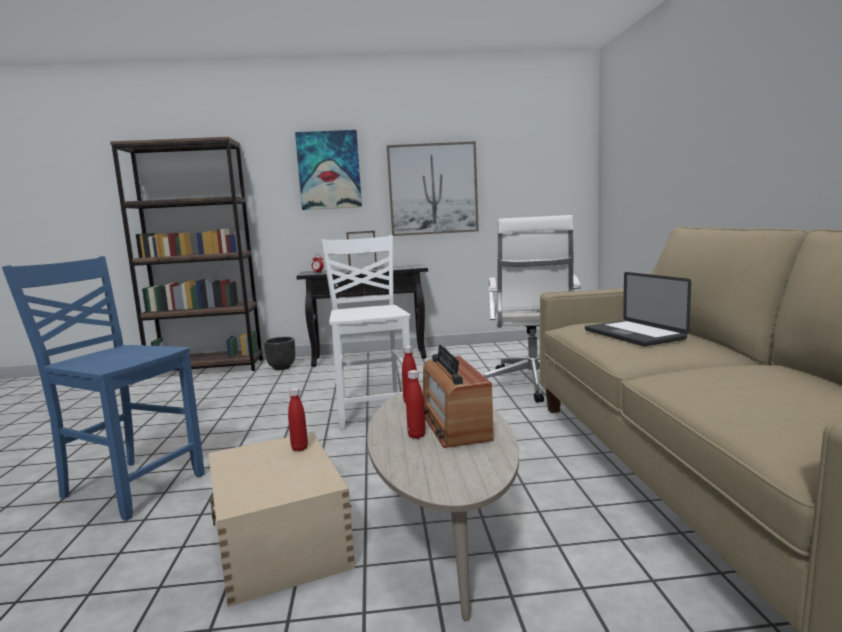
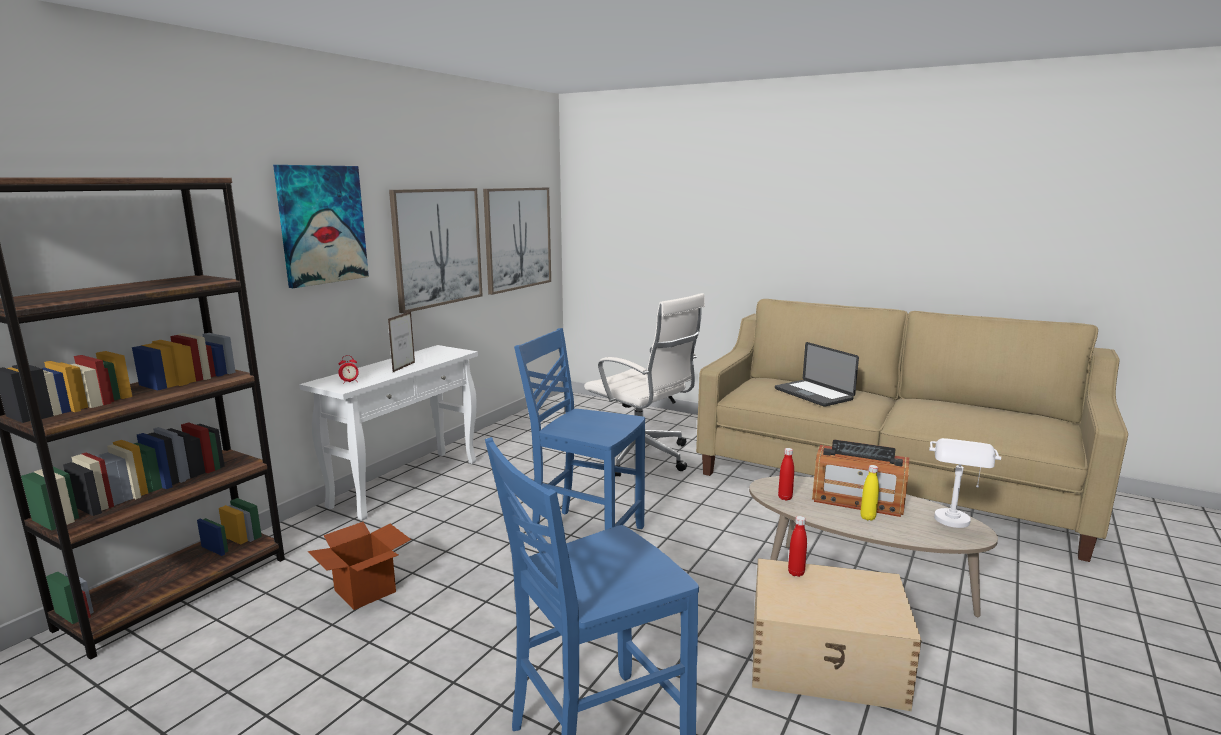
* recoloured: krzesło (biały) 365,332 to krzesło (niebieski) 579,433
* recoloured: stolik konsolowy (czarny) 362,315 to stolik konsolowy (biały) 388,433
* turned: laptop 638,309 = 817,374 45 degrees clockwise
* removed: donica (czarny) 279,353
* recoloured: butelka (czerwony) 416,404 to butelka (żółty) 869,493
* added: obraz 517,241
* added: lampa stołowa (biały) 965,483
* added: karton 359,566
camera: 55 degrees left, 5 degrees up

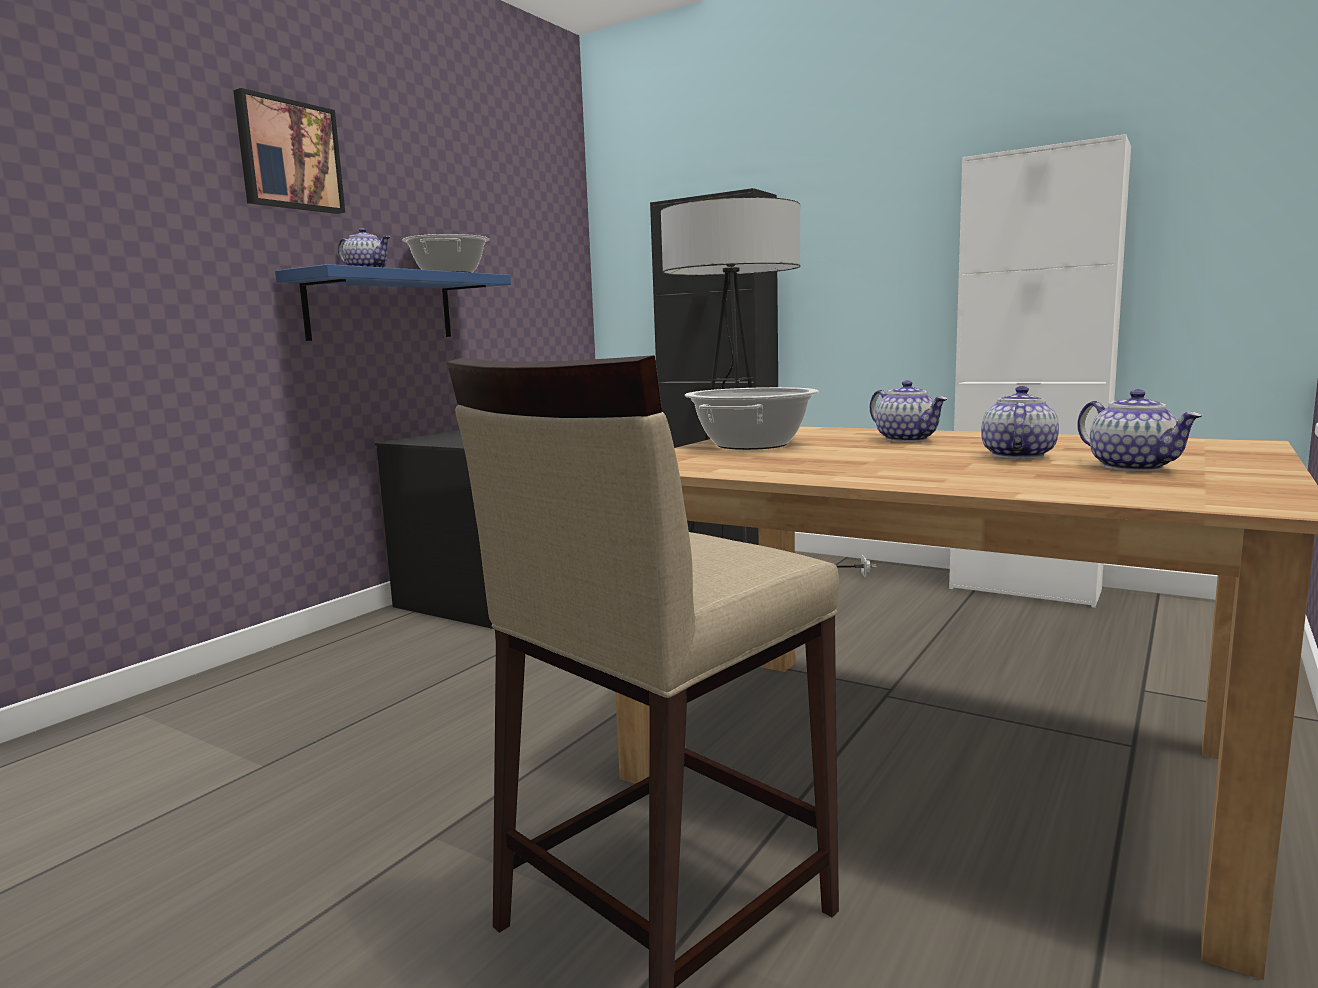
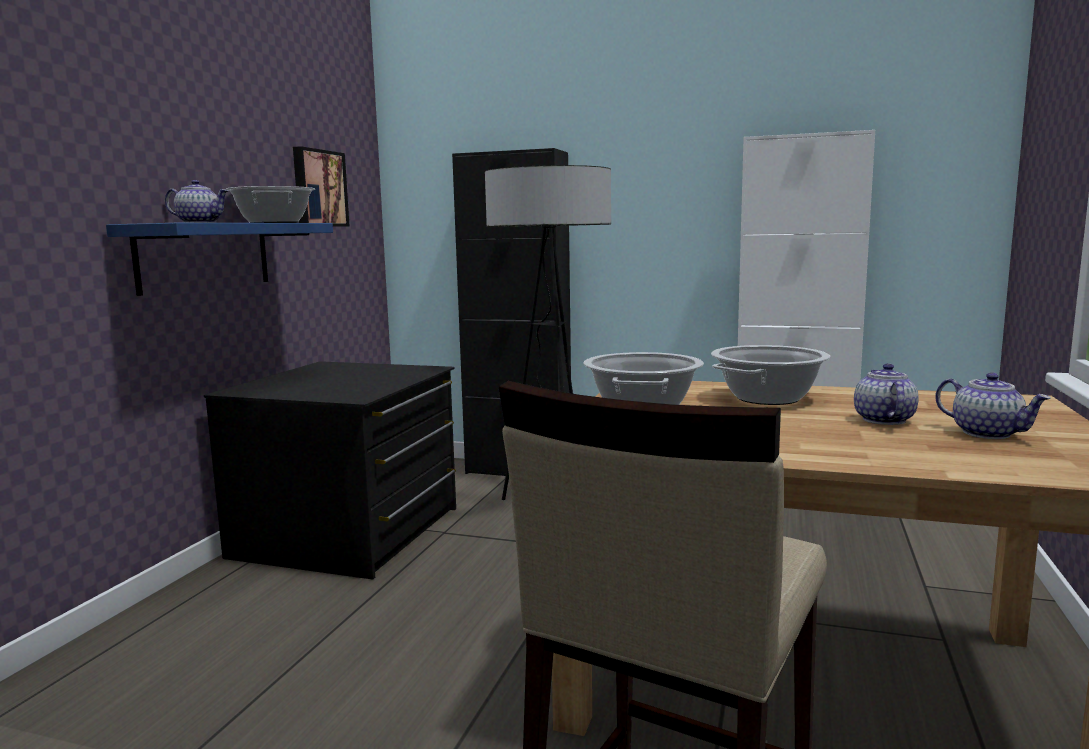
* moved: obraz 289,151 to 321,186
* replaced: imbryk 908,411 to garnek 770,375
camera: 15 degrees left, 0 degrees up

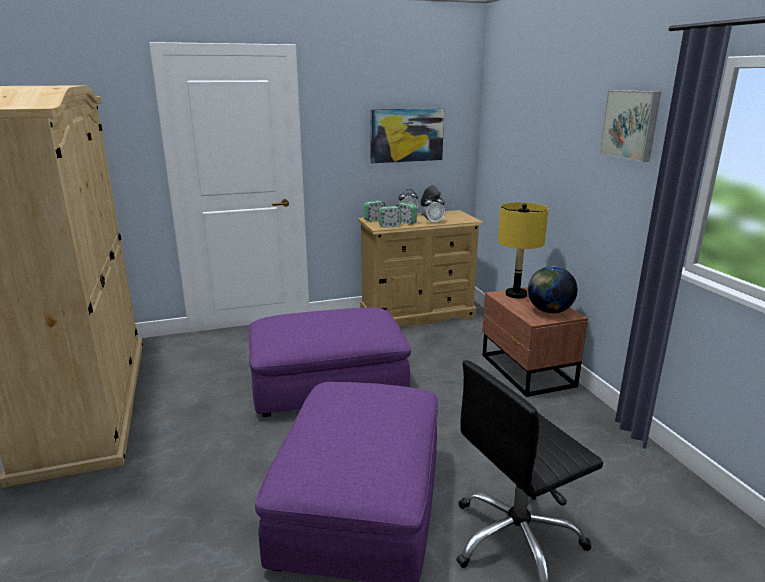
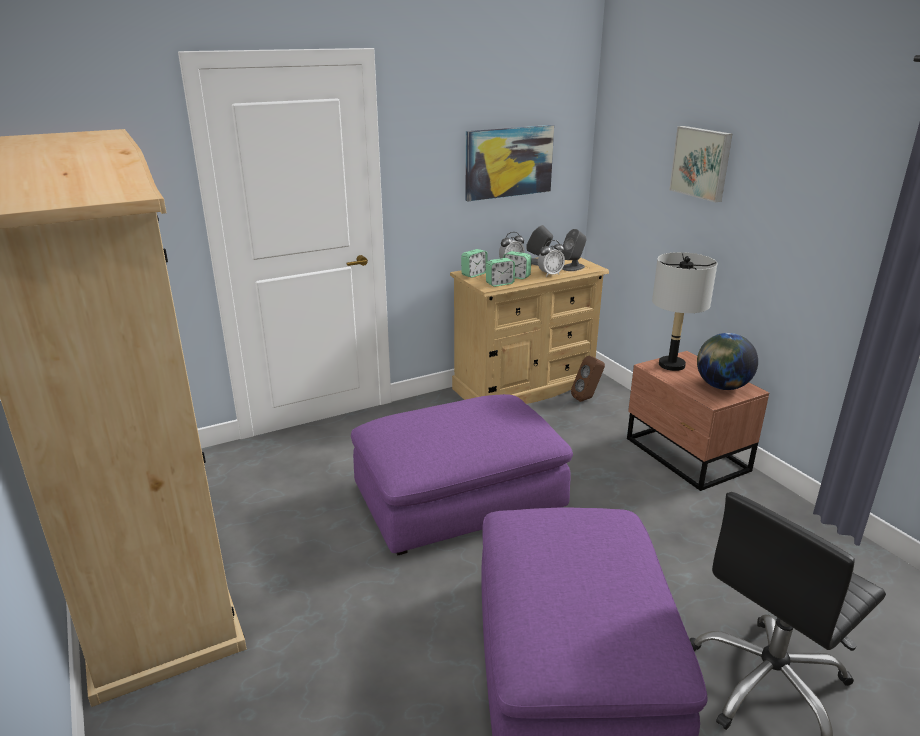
* moved: obraz 630,126 to 700,164
* recoloured: lampa stołowa (żółty) 523,250 to lampa stołowa (szary) 684,311
* added: głośnik (szary) 574,250
* added: głośnik (brązowy) 588,379
camera: 10 degrees left, 5 degrees up

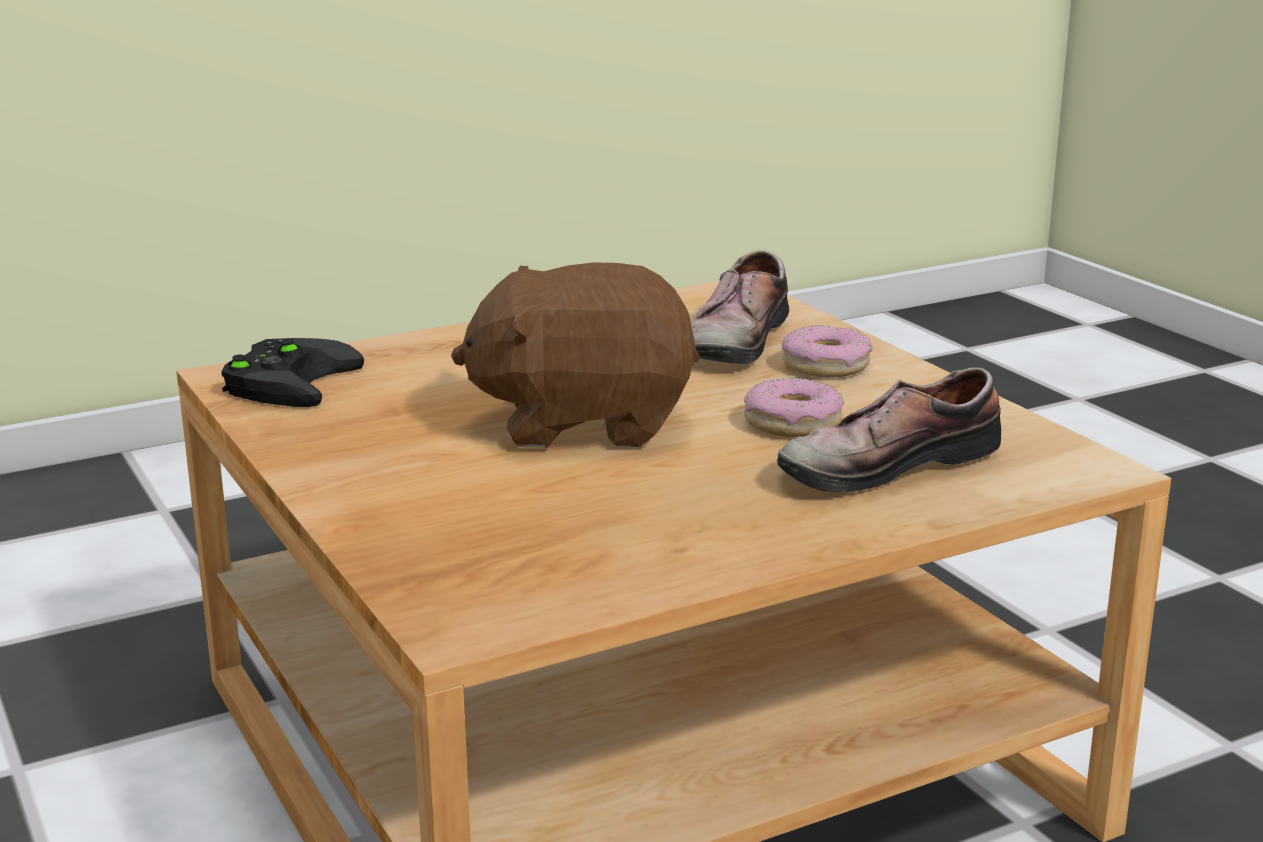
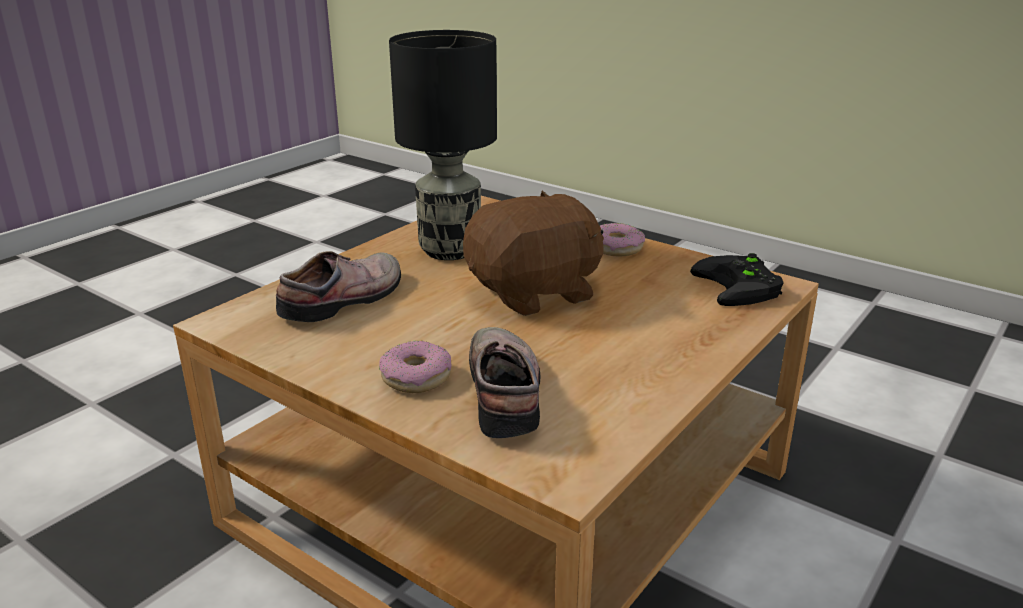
* moved: donut 794,407 to 622,239
* added: lampa stołowa (czarny) 443,145
camera: 155 degrees right, 5 degrees up

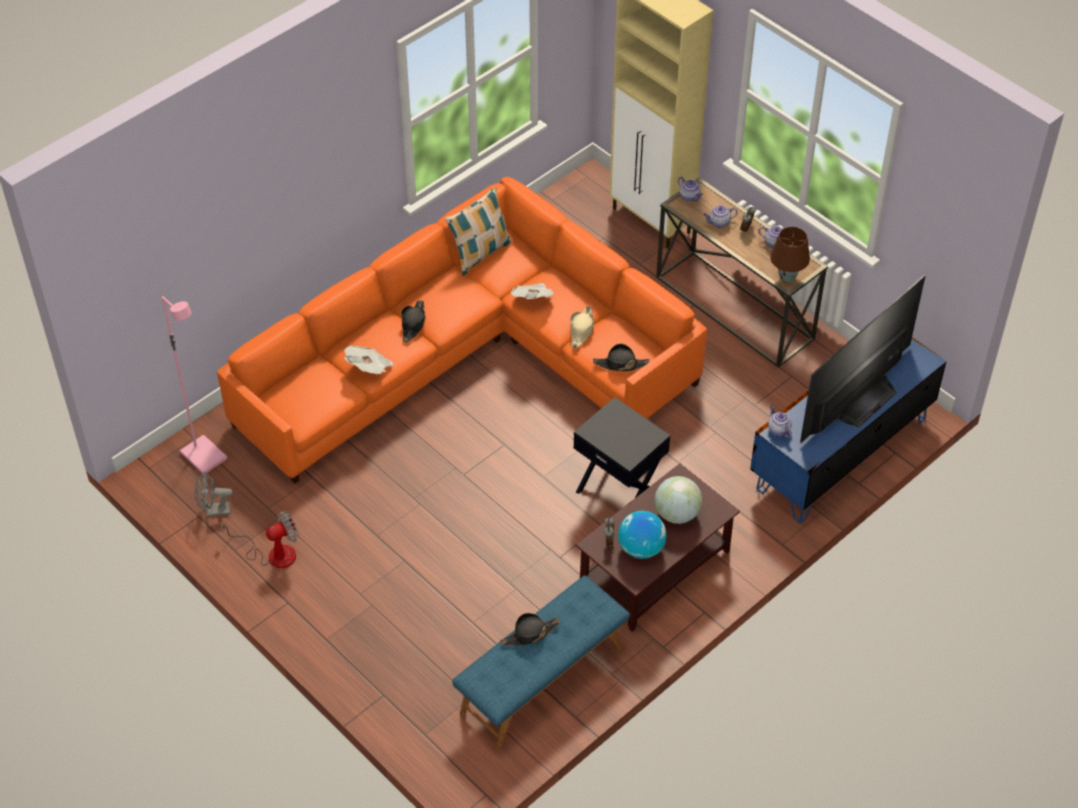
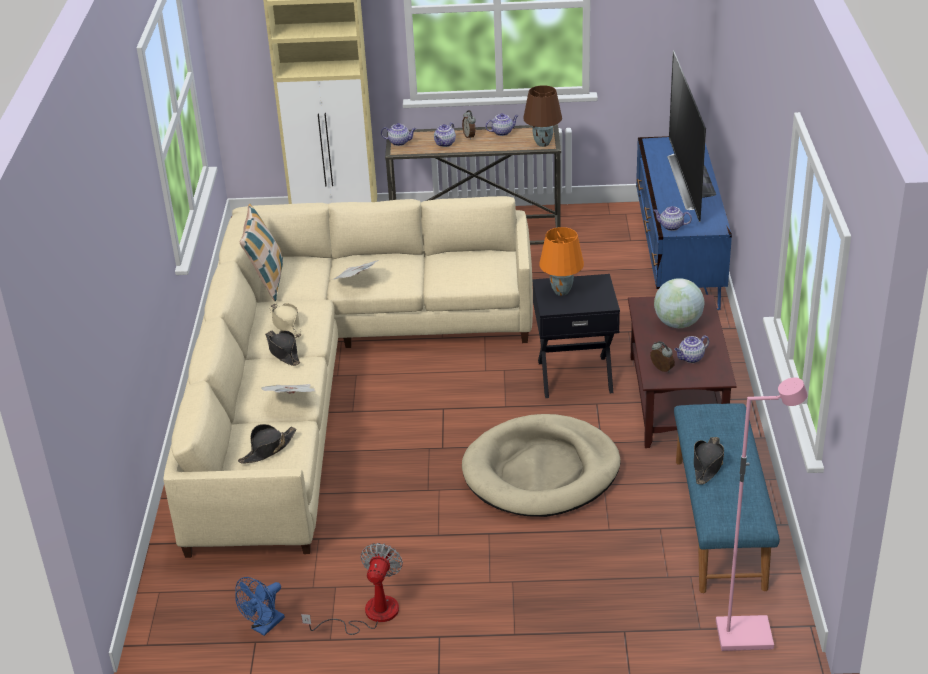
* recoloured: kanapa (pomarańczowy) 462,330 to kanapa (beżowy) 348,377
* moved: lampa stojąca (różowy) 194,385 to 762,514
* moved: kapelusz (beżowy) 582,327 to 285,320
* moved: kapelusz (czarny) 621,357 to 267,444
* recoloured: wentylator (szary) 213,494 to wentylator (niebieski) 260,606
* replaced: globus 642,534 to imbryk 691,349
* added: lampa stołowa (pomarańczowy) 561,261
* added: legowisko (beżowy) 541,465
camera: 45 degrees left, 15 degrees down

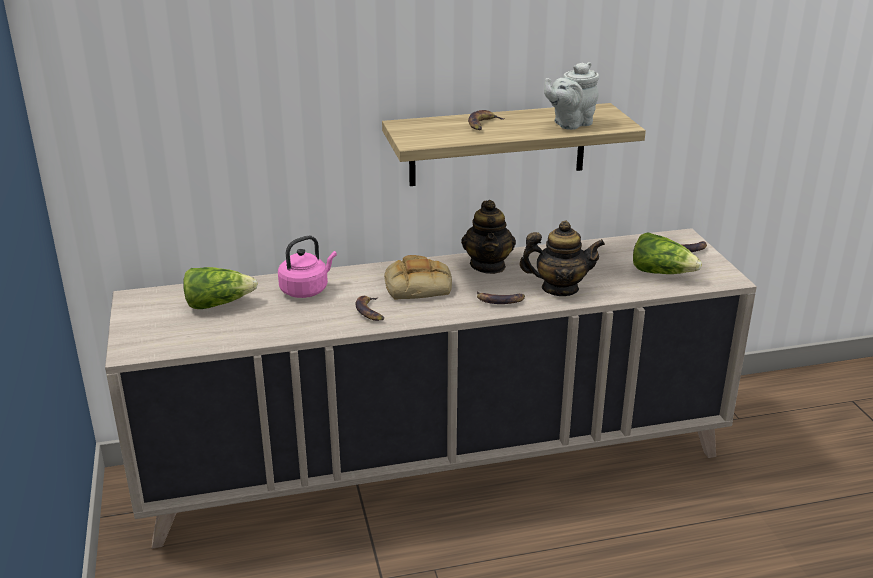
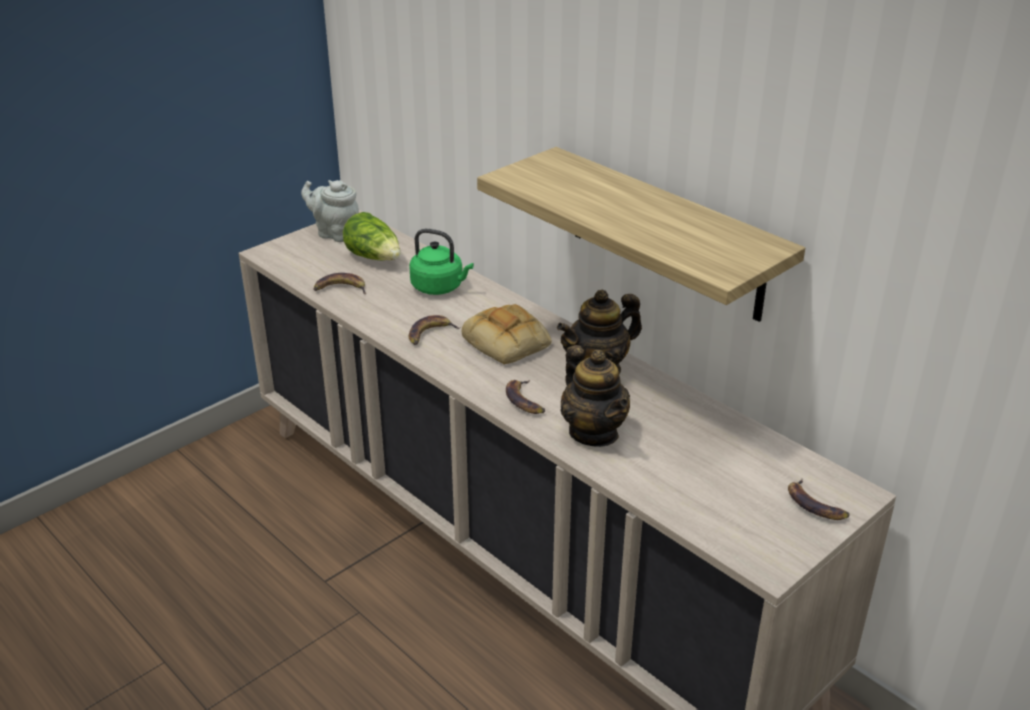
* moved: imbryk (szary) 571,96 to 330,211
* moved: banan 486,120 to 340,283
* removed: sałata 667,253
* recoloured: czajnik (różowy) 307,266 to czajnik (zielony) 441,262
camera: 60 degrees right, 5 degrees up

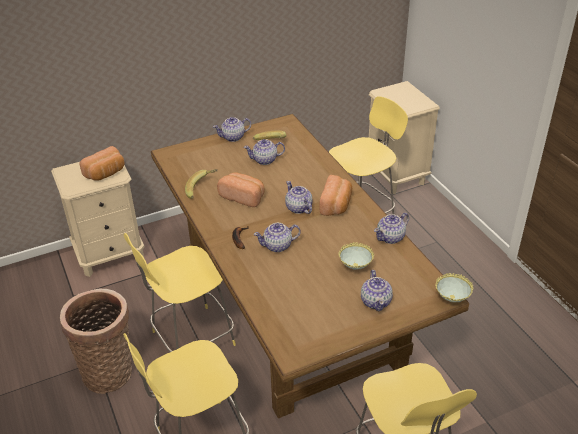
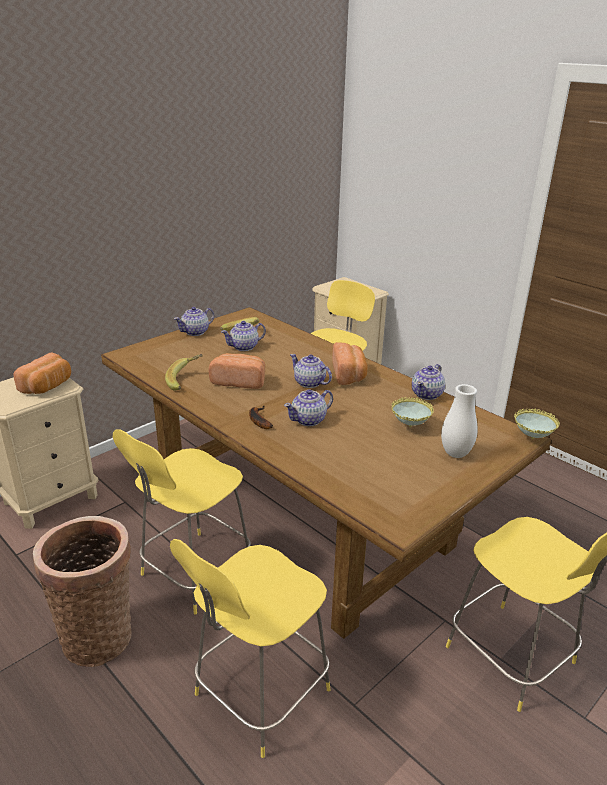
* replaced: imbryk 377,290 to wazon (biały) 459,421
camera: 20 degrees left, 10 degrees down

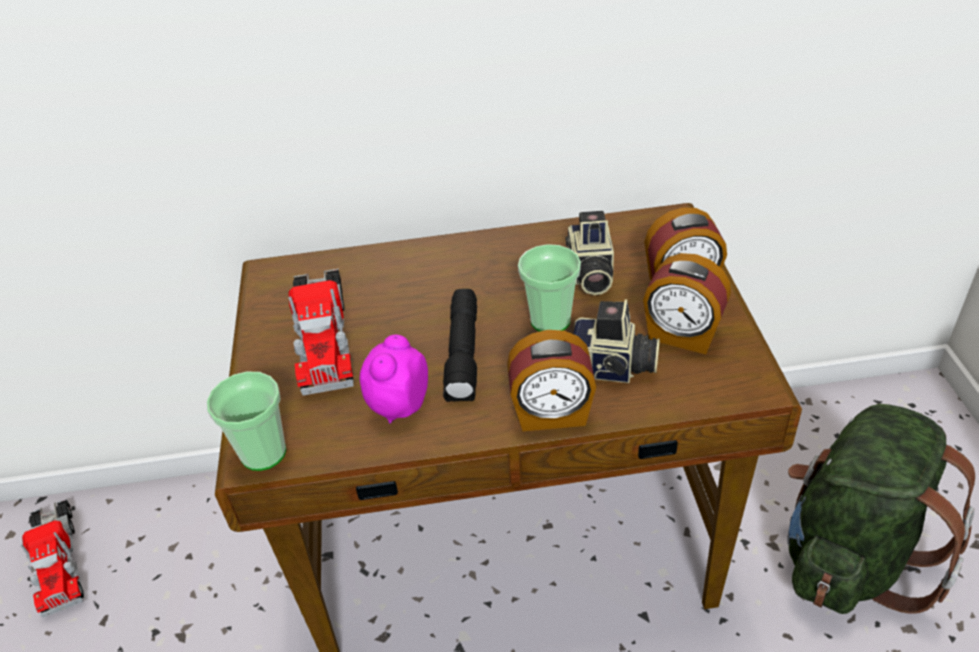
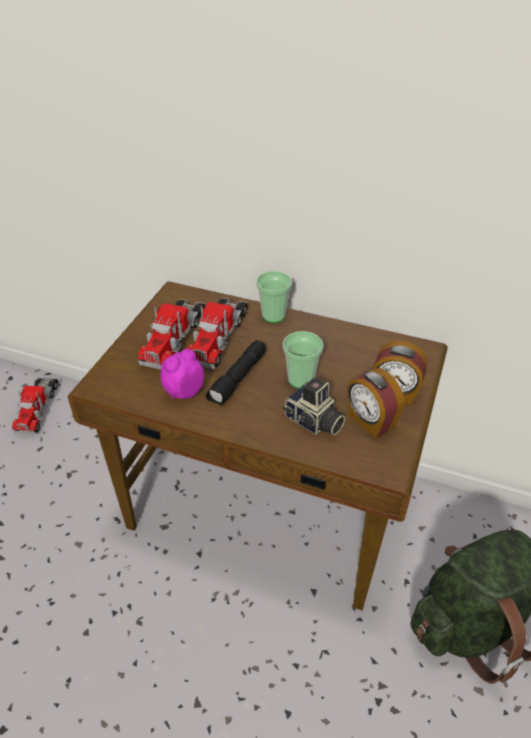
* removed: aparat fotograficzny 590,253
* removed: budzik 551,380
* moved: filiżanka 246,421 to 274,297
* added: ciężarówka zabawkowa 217,333
camera: 25 degrees right, 0 degrees up

